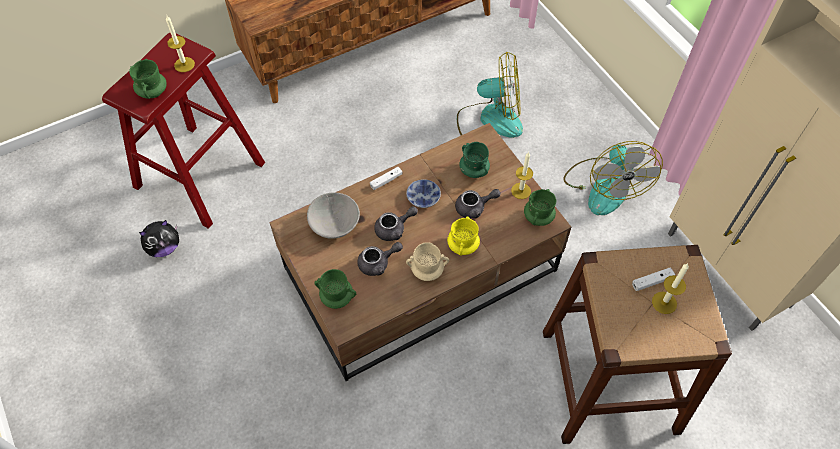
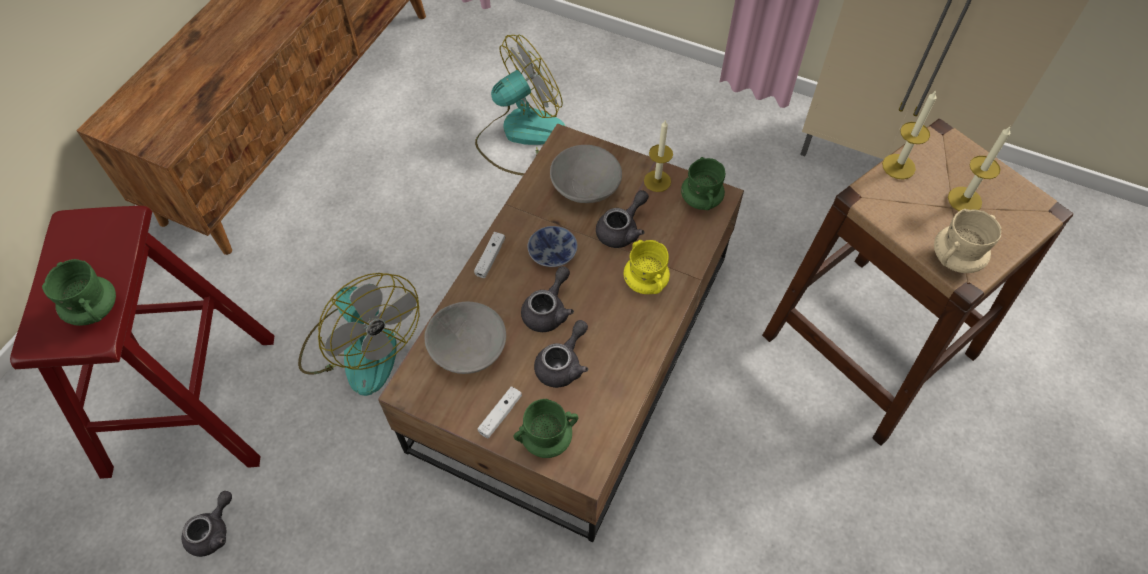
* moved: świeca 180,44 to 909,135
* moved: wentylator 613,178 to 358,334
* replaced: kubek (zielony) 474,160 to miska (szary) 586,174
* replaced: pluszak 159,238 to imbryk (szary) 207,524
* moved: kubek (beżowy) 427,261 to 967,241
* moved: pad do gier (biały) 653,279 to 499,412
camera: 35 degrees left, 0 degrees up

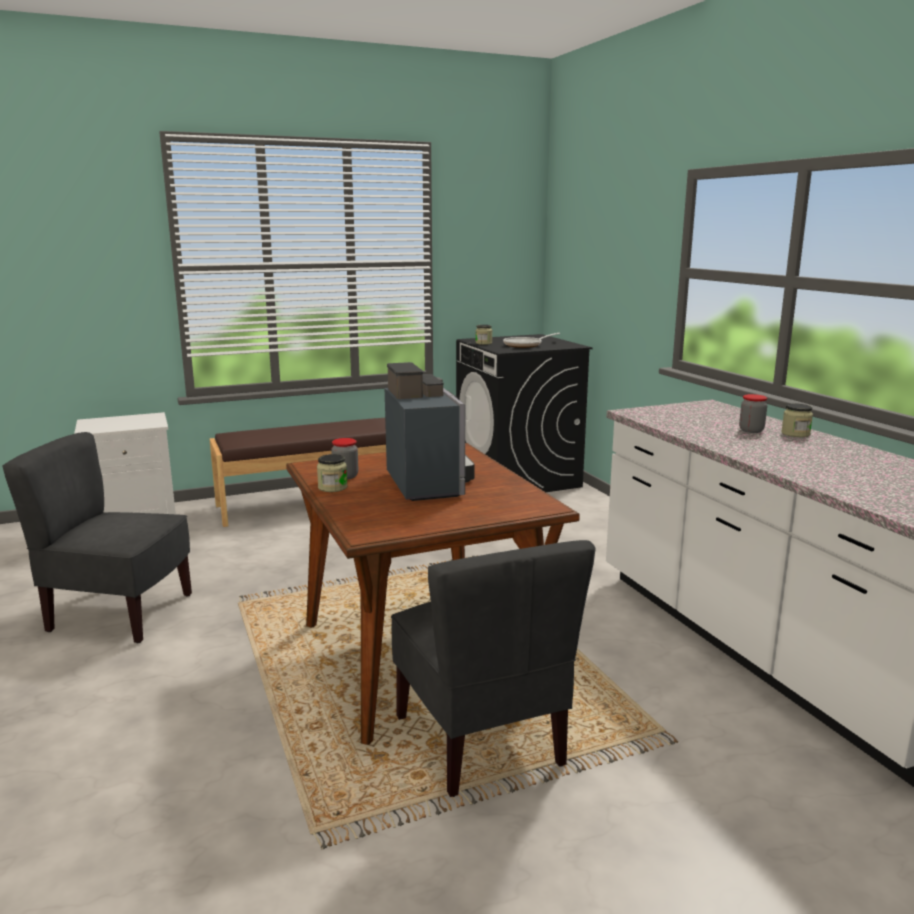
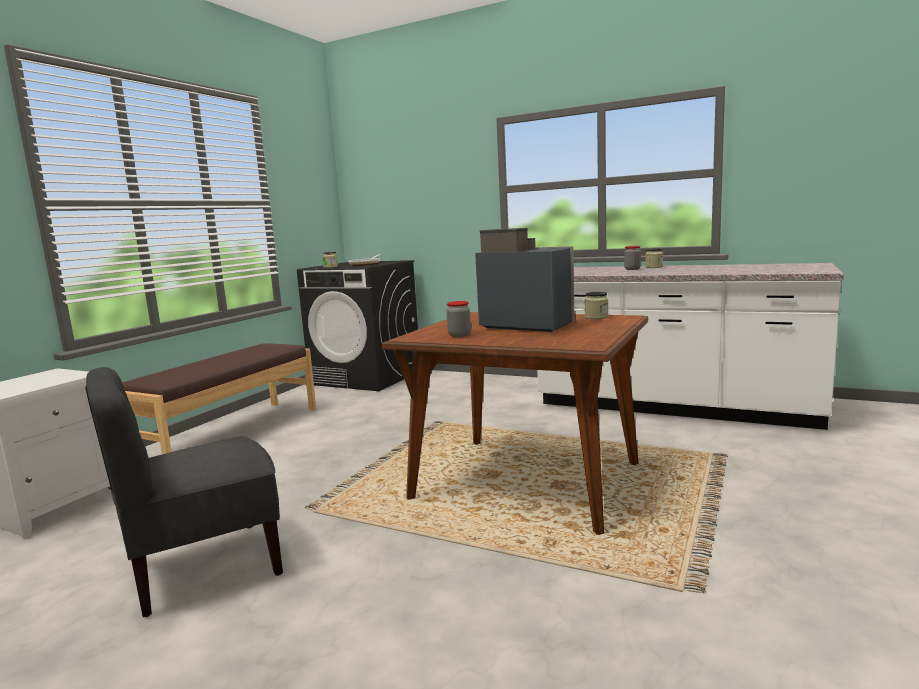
* moved: słoik 332,473 to 596,305
* removed: krzesło (szary) 493,668
camera: 40 degrees left, 5 degrees down

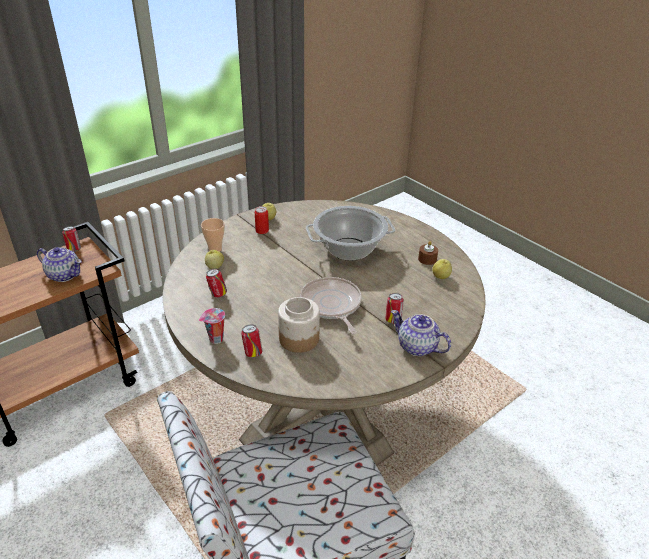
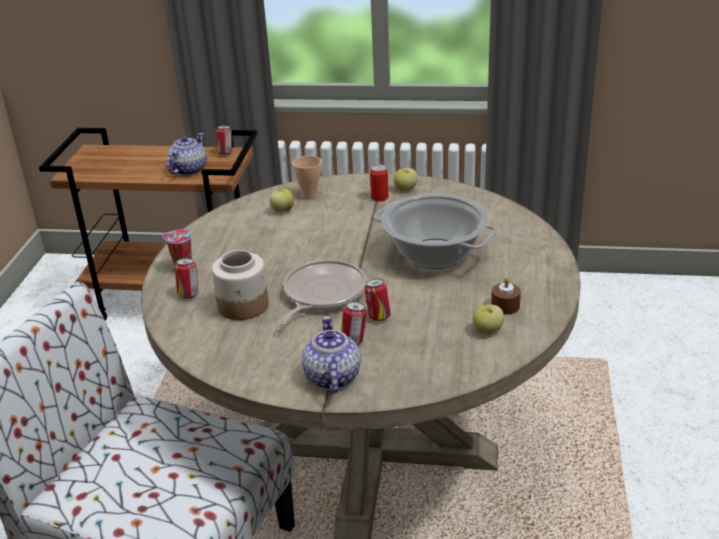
* turned: imbryk 59,264 = 186,154 135 degrees counterclockwise
* moved: puszka 216,283 to 378,299
camera: 50 degrees right, 5 degrees down

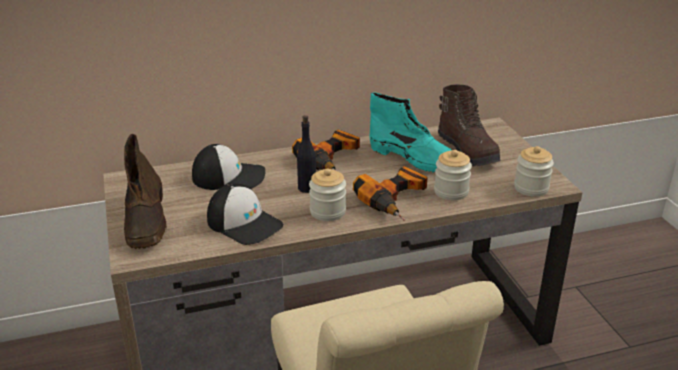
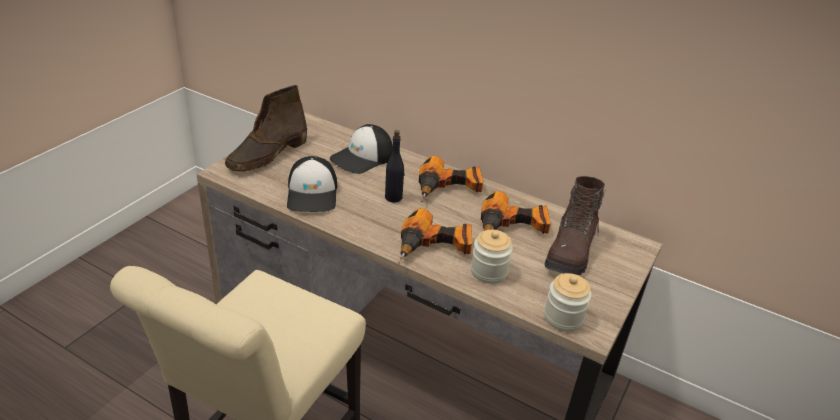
* replaced: but z cholewką (turkusowy) 410,132 to wiertarka 516,212
* turned: czapka z daszkiem 229,167 = 361,149 90 degrees clockwise
* removed: słoik 327,195
camera: 45 degrees right, 5 degrees up

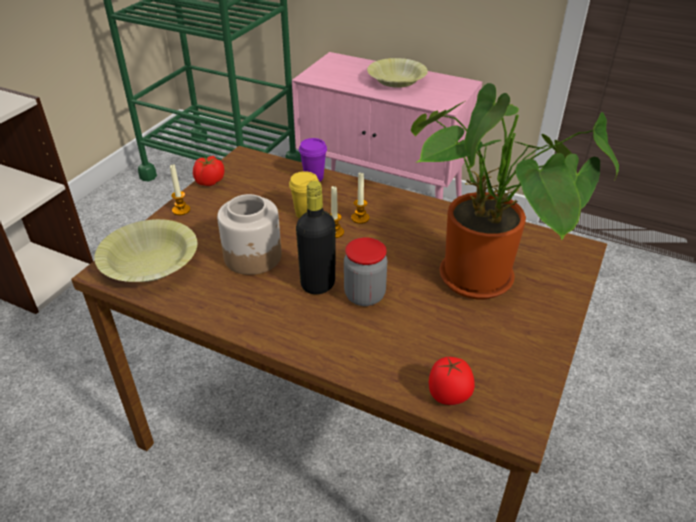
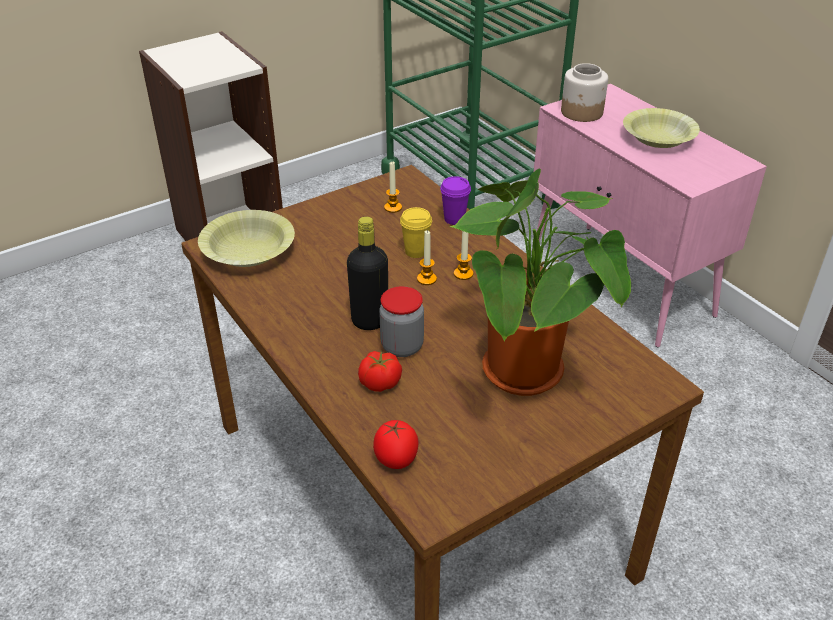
* moved: pomidor 208,171 to 380,371
* moved: świeca 180,189 to 393,187
* moved: słoik 249,234 to 584,92
camera: 30 degrees right, 0 degrees up

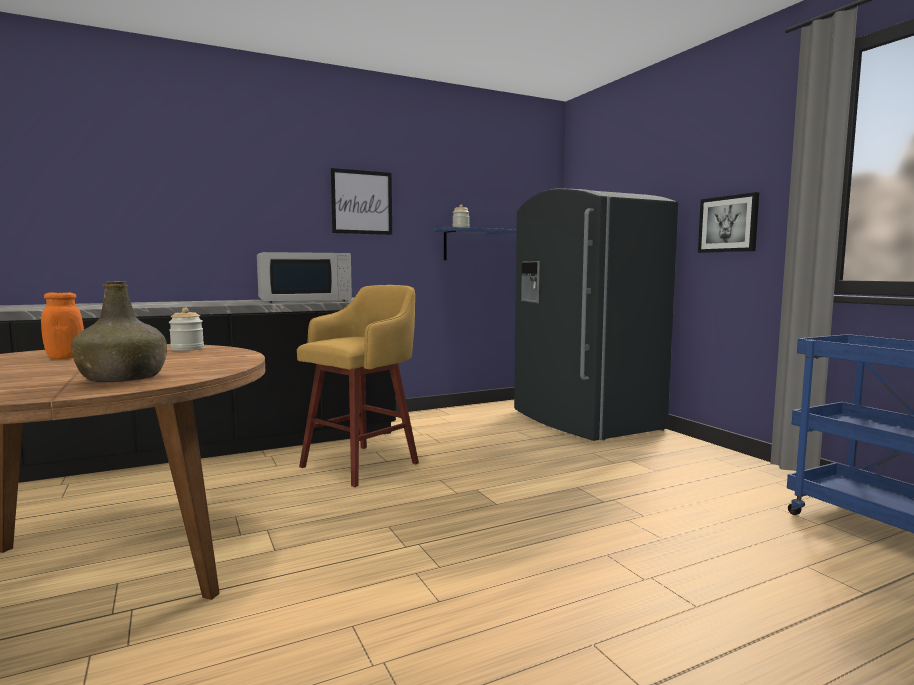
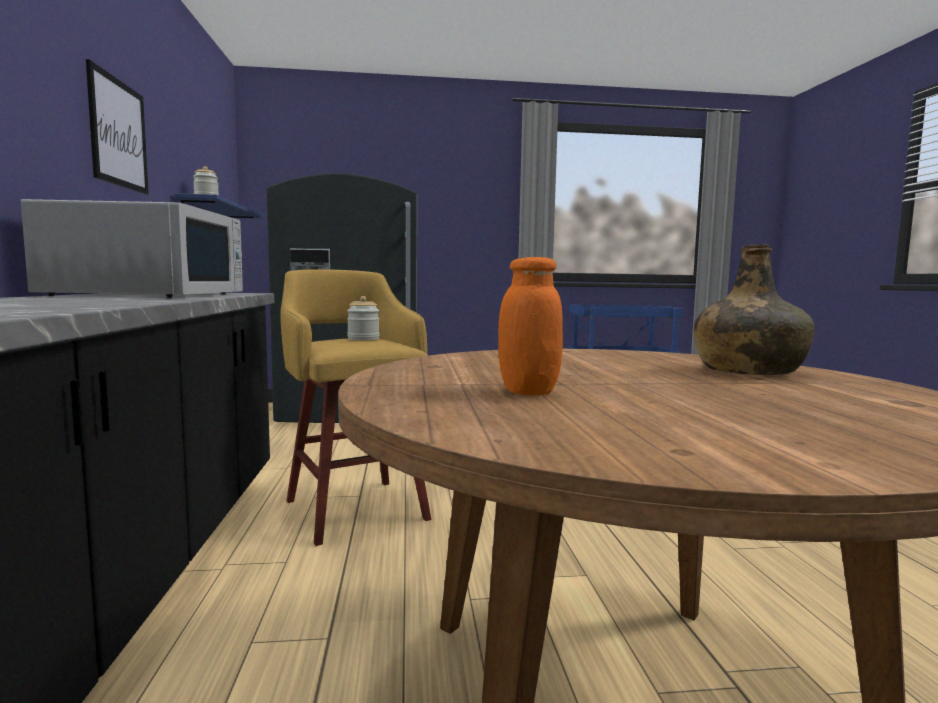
* removed: obraz 728,222
* moved: słoik 186,329 to 363,318
camera: 70 degrees left, 0 degrees up

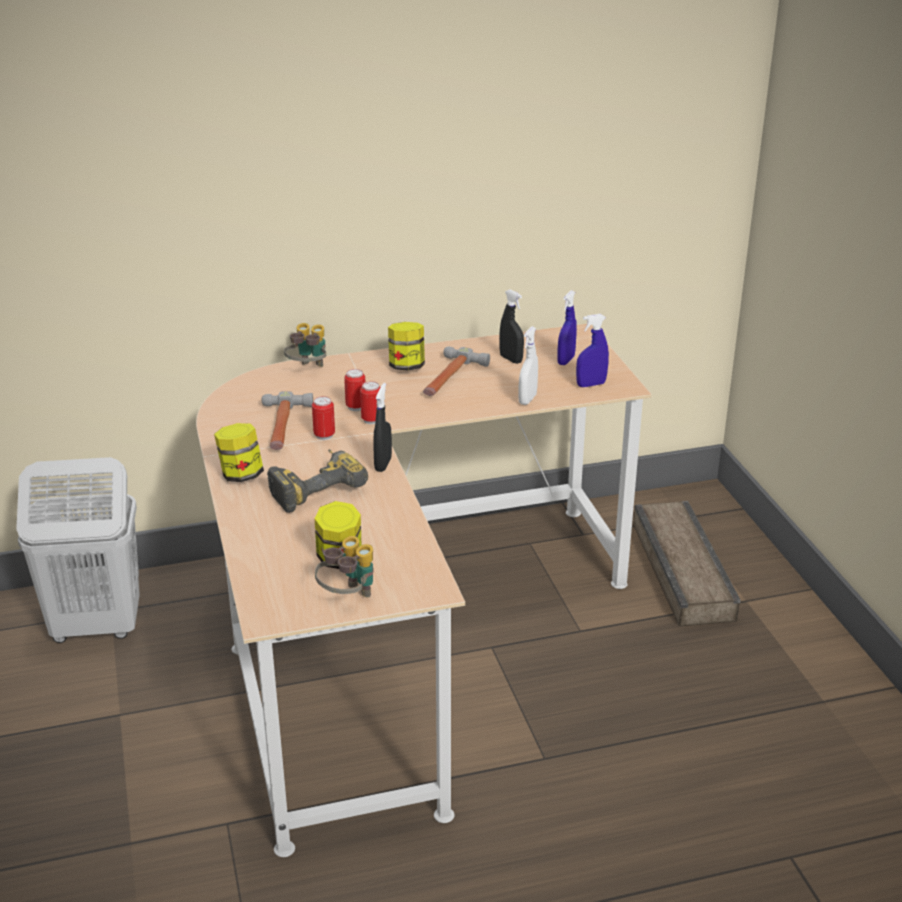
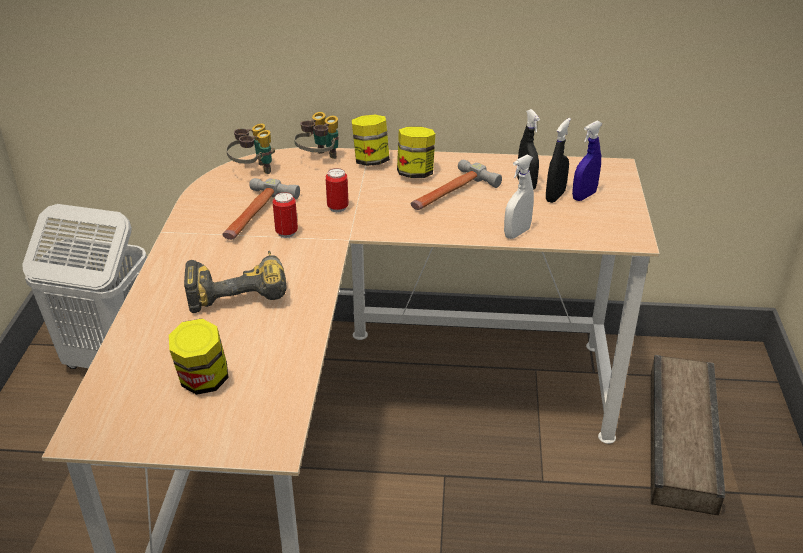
* removed: spryskiwacz (niebieski) 592,350
* removed: puszka 370,402
* moved: spryskiwacz (czarny) 382,427 to 558,160
* moved: słoik 239,452 to 371,140
* moved: lornetka 344,567 to 250,148
camera: 20 degrees right, 5 degrees up

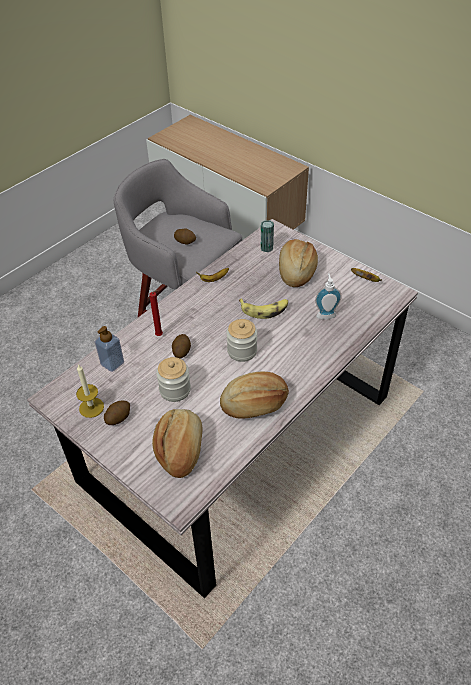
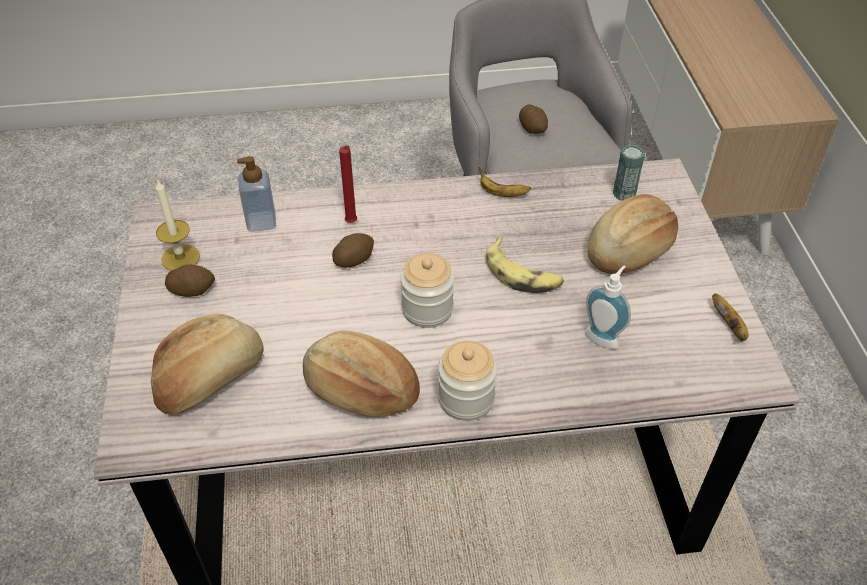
* moved: słoik 173,379 to 467,381
camera: 40 degrees right, 0 degrees up

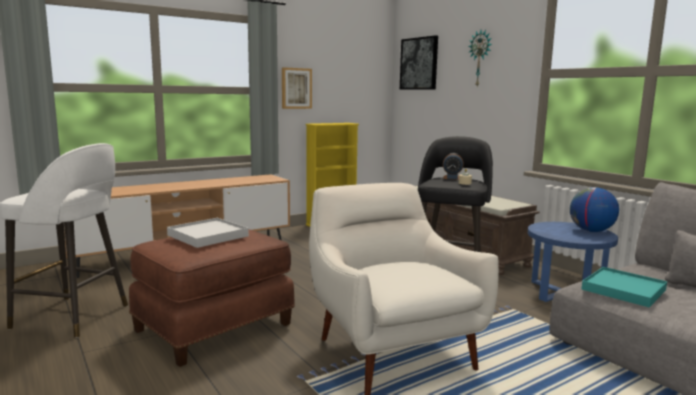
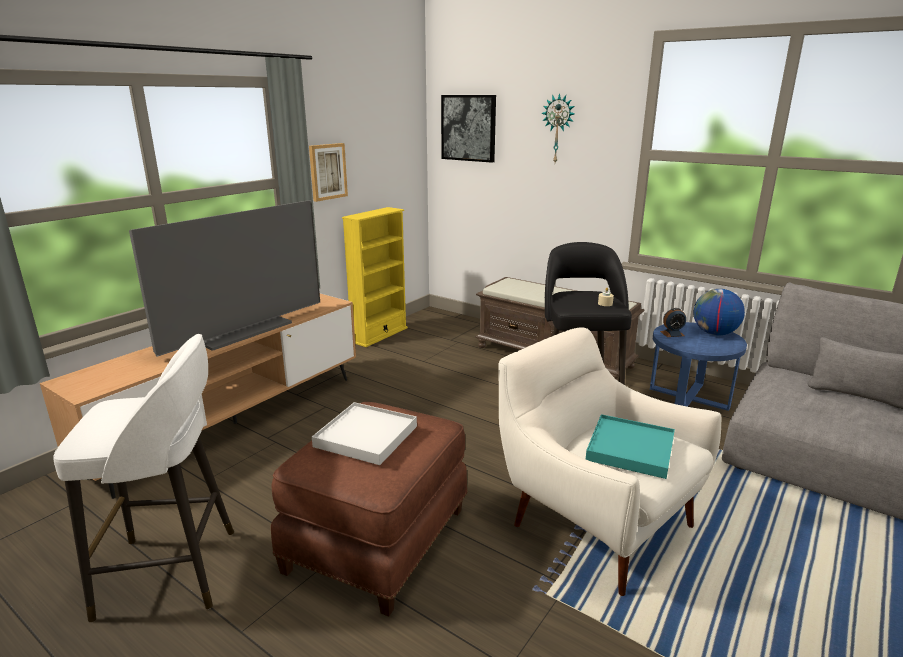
* moved: budzik 453,166 to 673,322
* moved: taca (turkusowy) 624,287 to 630,446
* added: telewizor 224,278
camera: 20 degrees left, 10 degrees up

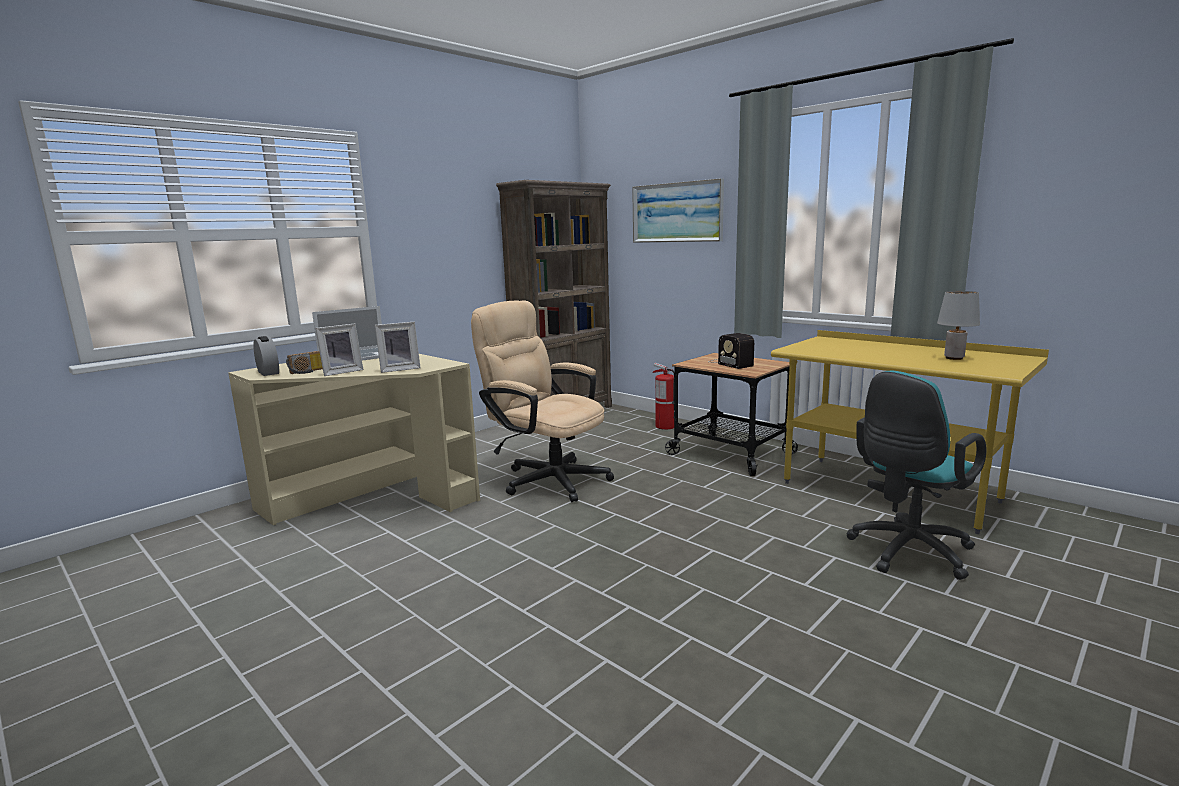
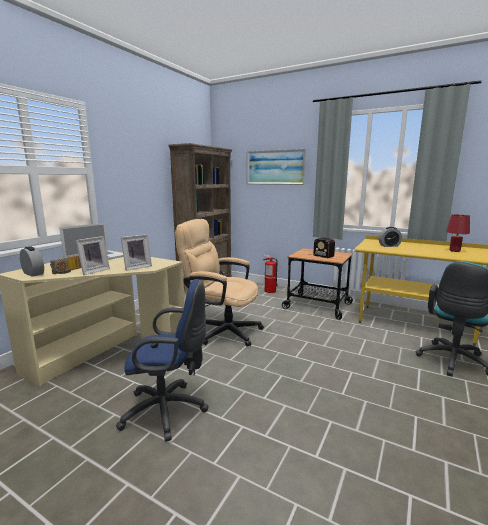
* recoloured: lampa stołowa (szary) 958,325 to lampa stołowa (czerwony) 458,233
* added: budzik 390,237
* added: krzesło biurowe (niebieski) 162,360
camera: 15 degrees left, 0 degrees up

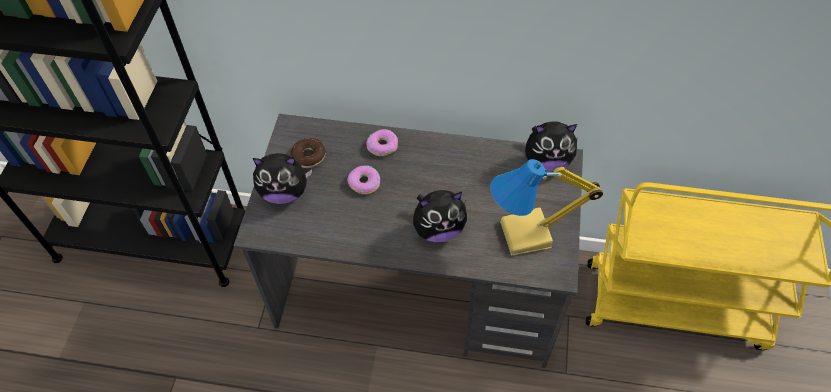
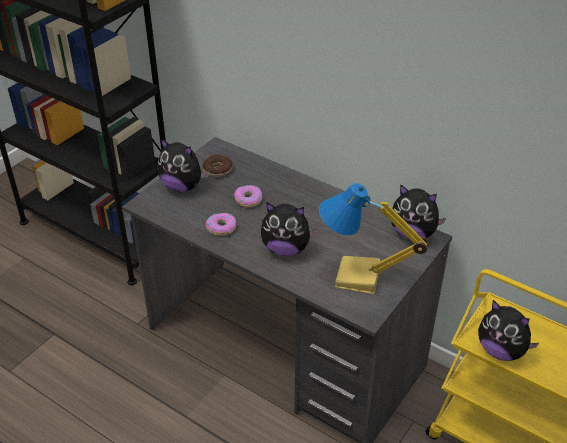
* moved: donut 382,142 to 221,224
* added: pluszak 508,330
camera: 25 degrees right, 15 degrees down

